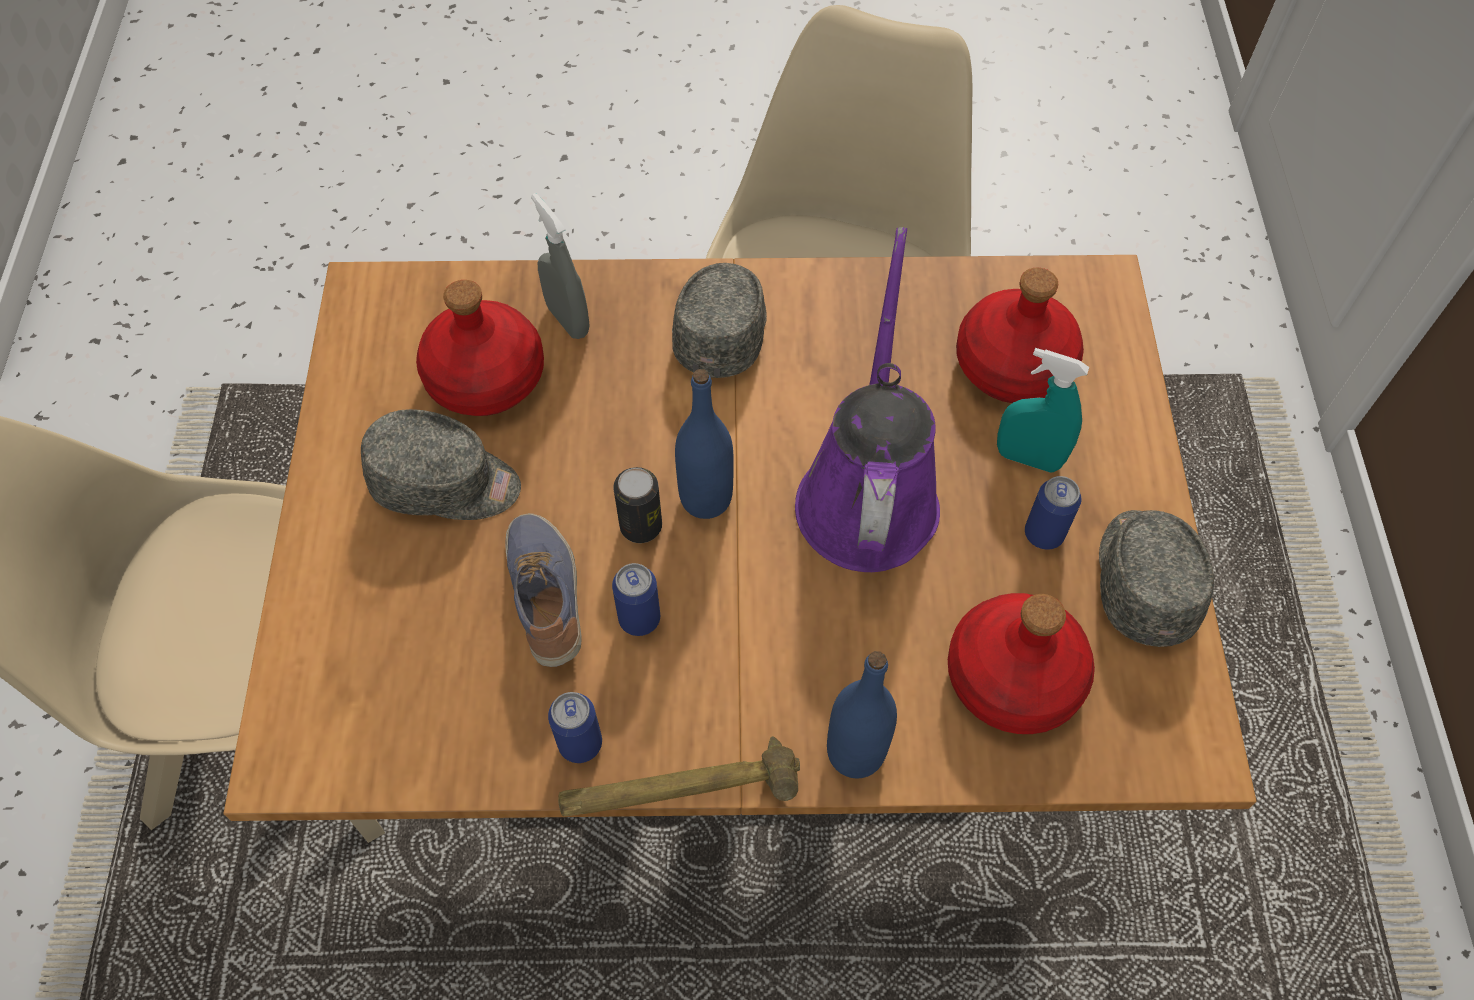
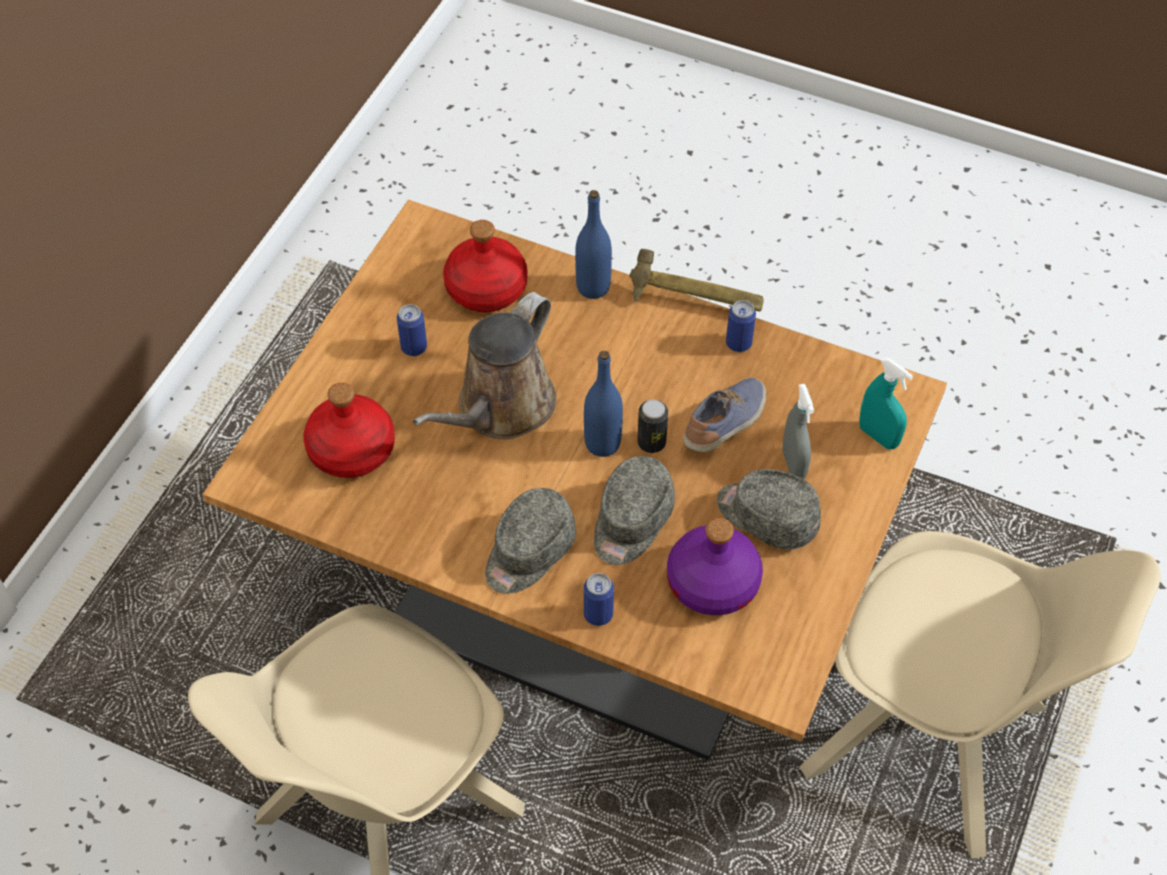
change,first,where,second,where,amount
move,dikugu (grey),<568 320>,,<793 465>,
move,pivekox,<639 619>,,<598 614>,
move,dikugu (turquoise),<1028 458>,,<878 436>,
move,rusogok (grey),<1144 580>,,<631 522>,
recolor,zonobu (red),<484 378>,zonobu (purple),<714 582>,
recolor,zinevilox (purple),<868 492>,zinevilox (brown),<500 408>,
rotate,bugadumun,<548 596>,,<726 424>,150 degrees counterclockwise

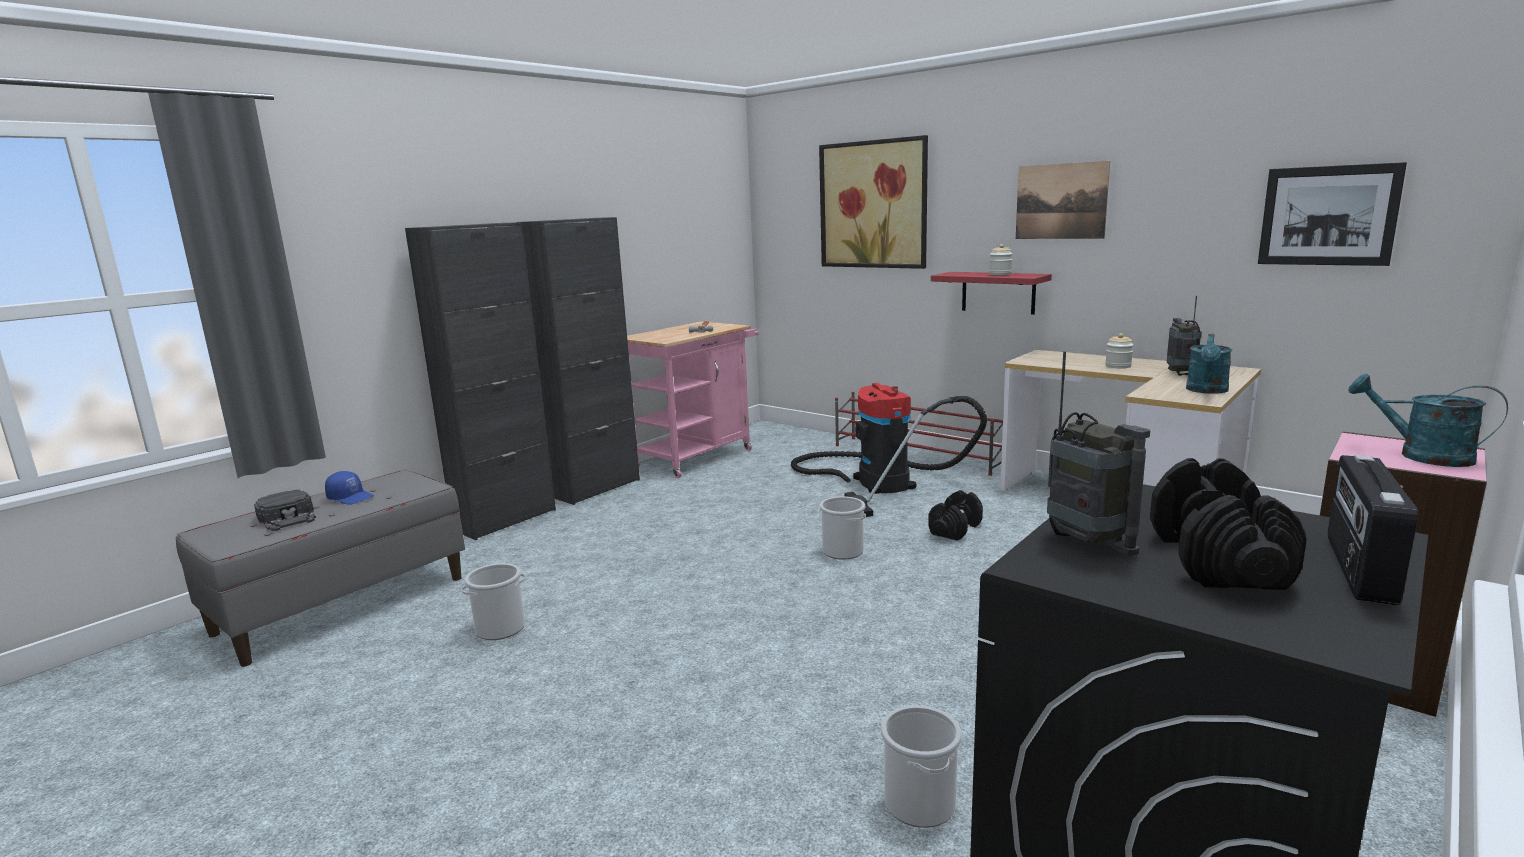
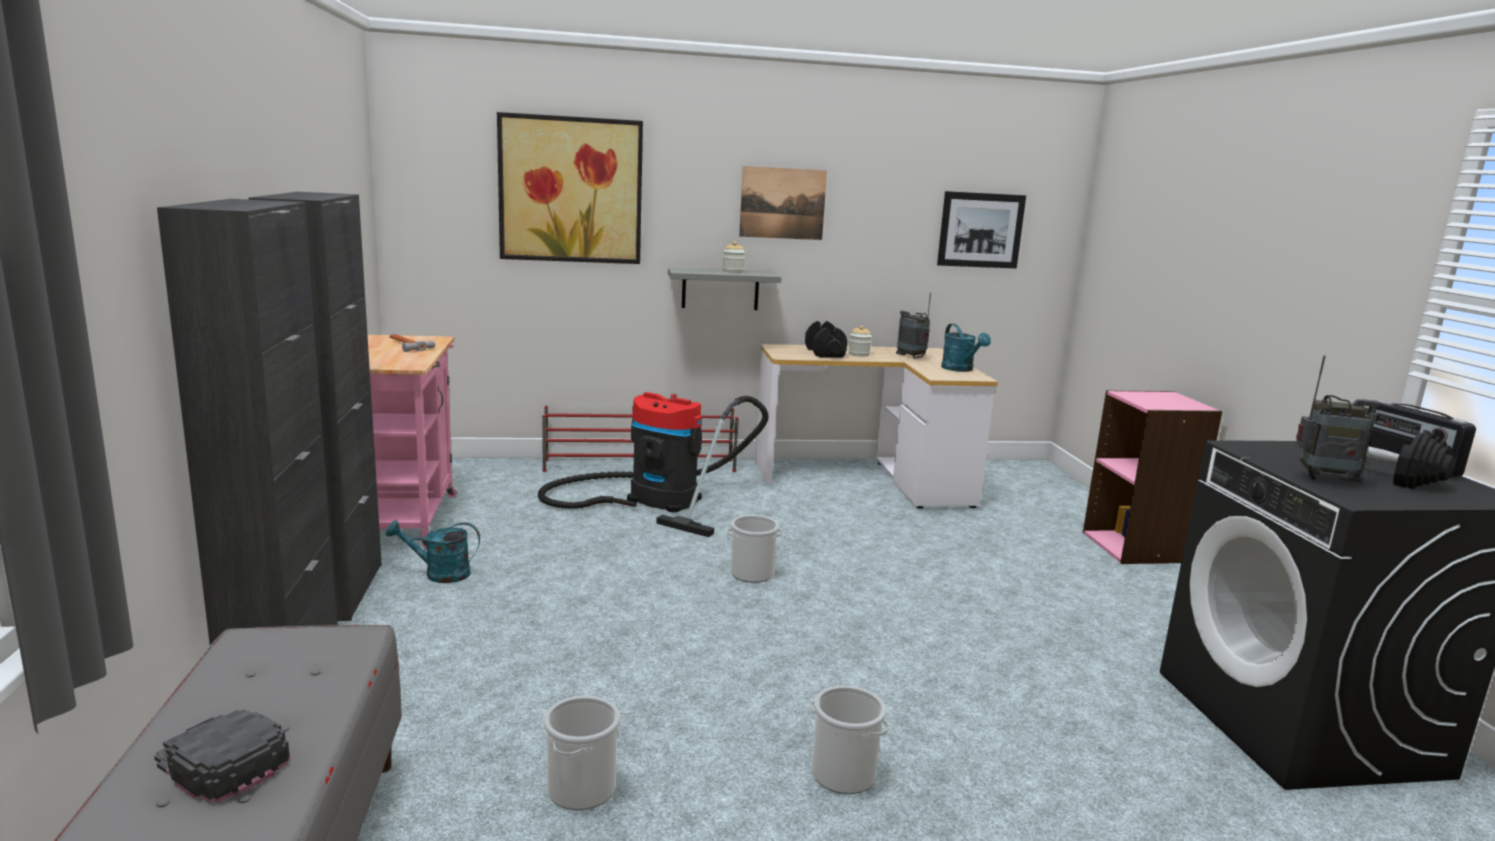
change,first,where,second,where,amount
delete,rusogok (blue),<351 497>,,,
move,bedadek,<919 802>,,<842 774>,
move,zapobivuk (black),<955 529>,,<824 353>,
move,zinevilox (turquoise),<1421 455>,,<439 574>,
recolor,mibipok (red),<998 292>,mibipok (grey),<720 289>,
rotate,rusogok (black),<288 517>,,<220 762>,150 degrees counterclockwise

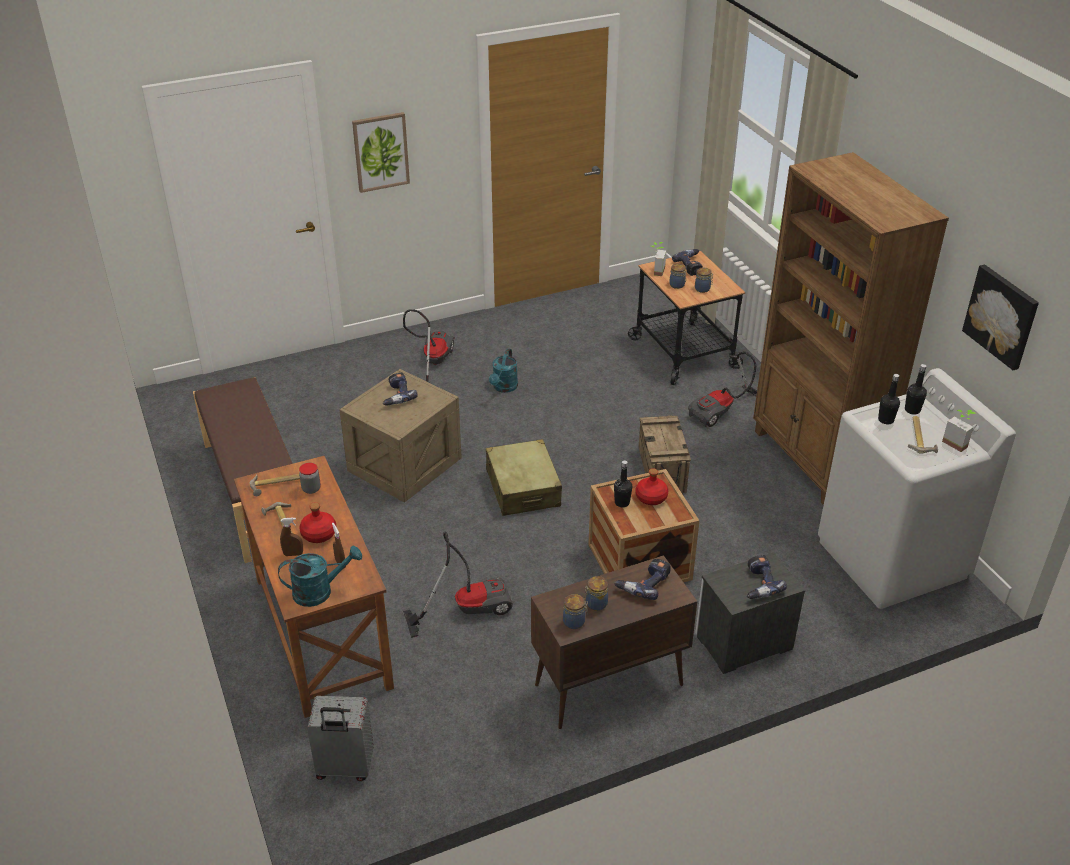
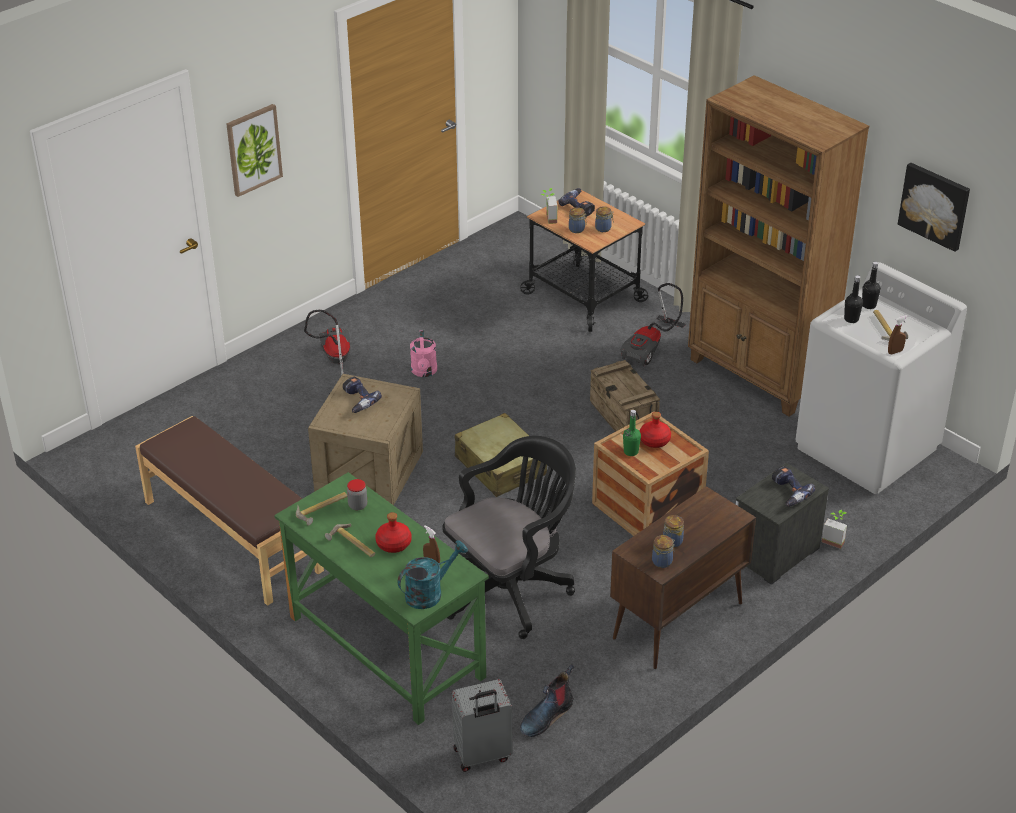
change,first,where,second,where,amount
delete,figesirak,<644 583>,,,
insert,,,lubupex,<546 716>,
move,dikugu (brown),<293 554>,,<895 352>,
move,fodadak,<957 442>,,<834 539>,
replace,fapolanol,<467 607>,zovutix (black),<511 589>,
recolor,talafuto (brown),<321 632>,talafuto (green),<385 647>,
recolor,zinevilox (turquoise),<504 388>,zinevilox (pink),<424 372>,
recolor,zonobu (black),<622 502>,zonobu (green),<631 452>,

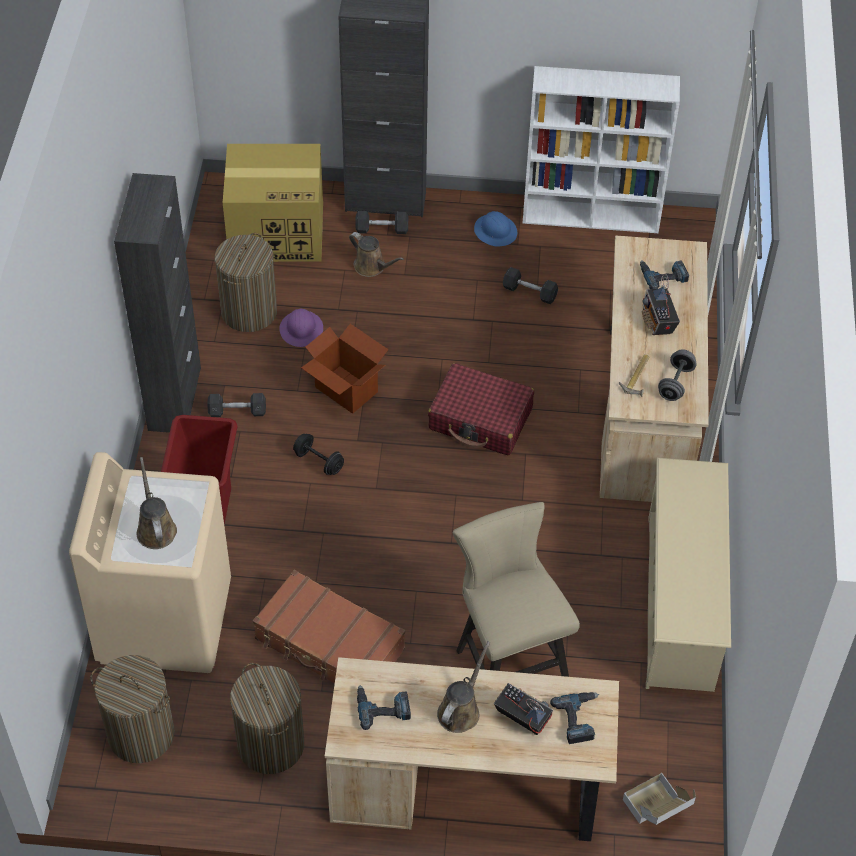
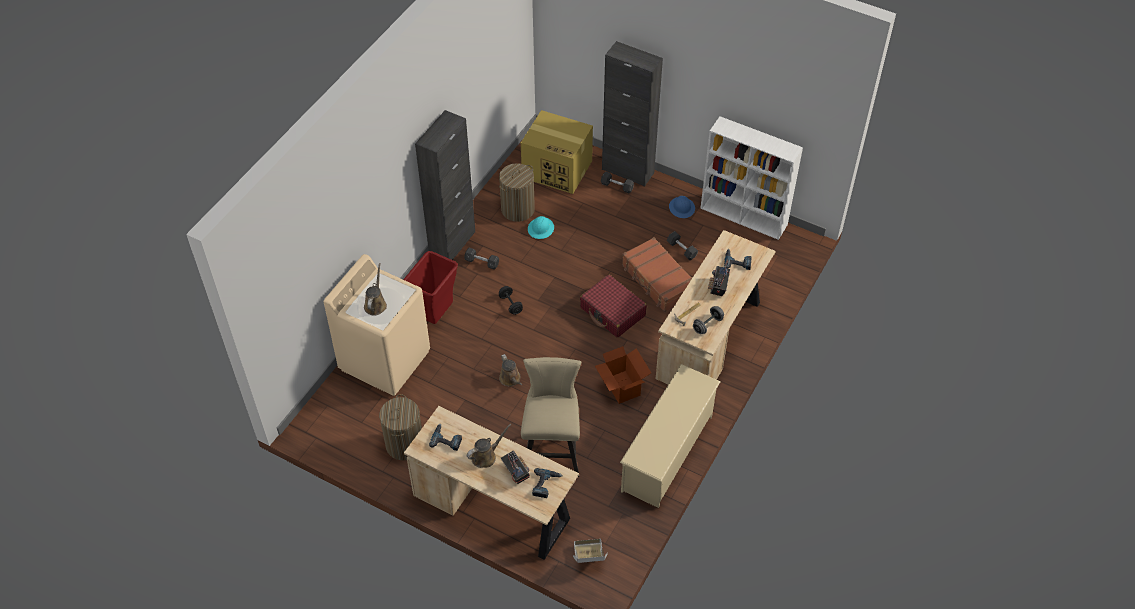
change,first,where,second,where,amount
delete,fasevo,<141 734>,,,
move,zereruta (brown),<329 645>,,<658 281>,
move,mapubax,<346 390>,,<621 387>,
move,zinevilox (brown),<372 267>,,<511 379>,
recolor,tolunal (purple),<301 329>,tolunal (turquoise),<541 228>,

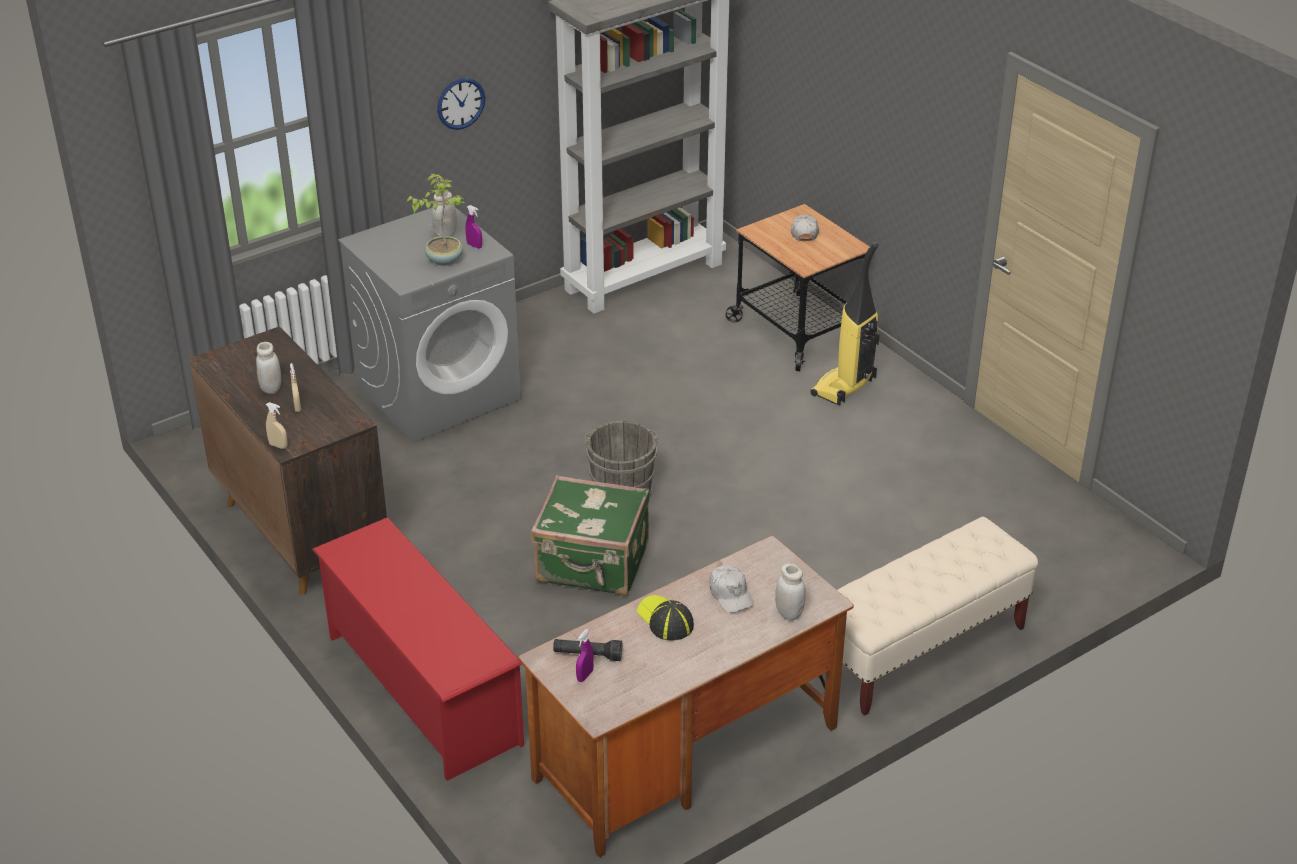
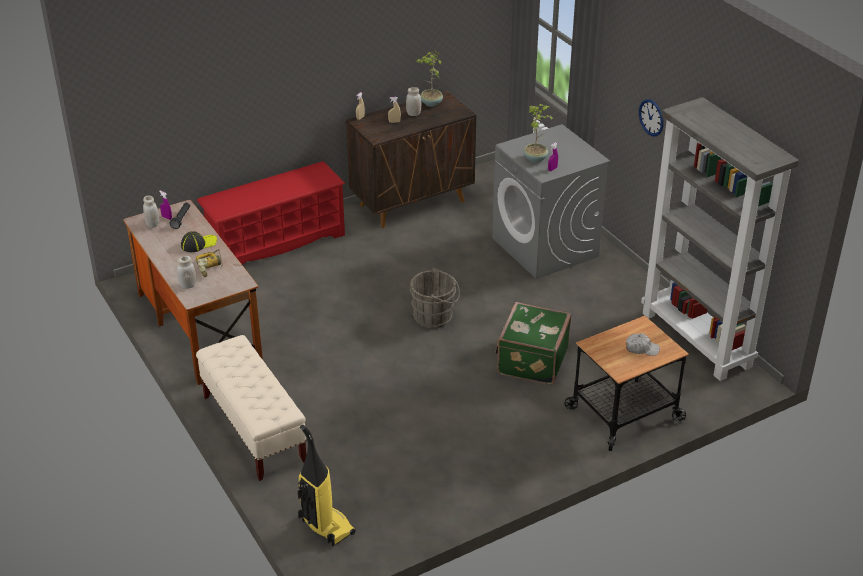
change,first,where,second,where,amount
insert,,,fodadak,<431 103>,
move,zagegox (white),<445 234>,,<152 224>,
move,zereruta (green),<592 564>,,<531 361>,
move,fapolanol,<844 388>,,<325 526>,
replace,rusogok (white),<730 594>,figesirak,<211 266>,

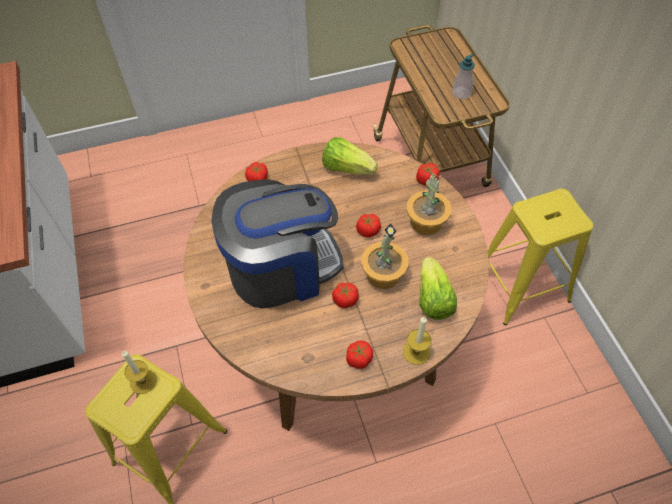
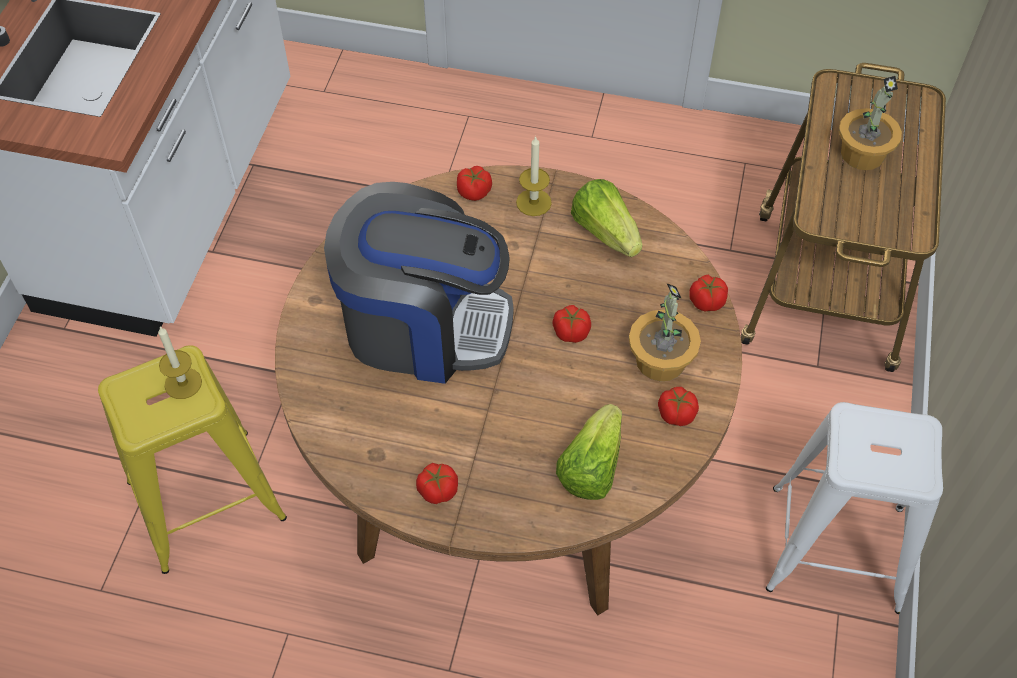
change,first,where,second,where,amount
delete,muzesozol,<461 93>,,,
move,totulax,<345 300>,,<676 414>,
move,fodadak,<382 274>,,<862 153>,
move,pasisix,<416 352>,,<533 202>,
recolor,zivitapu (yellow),<521 286>,zivitapu (white),<835 548>,

